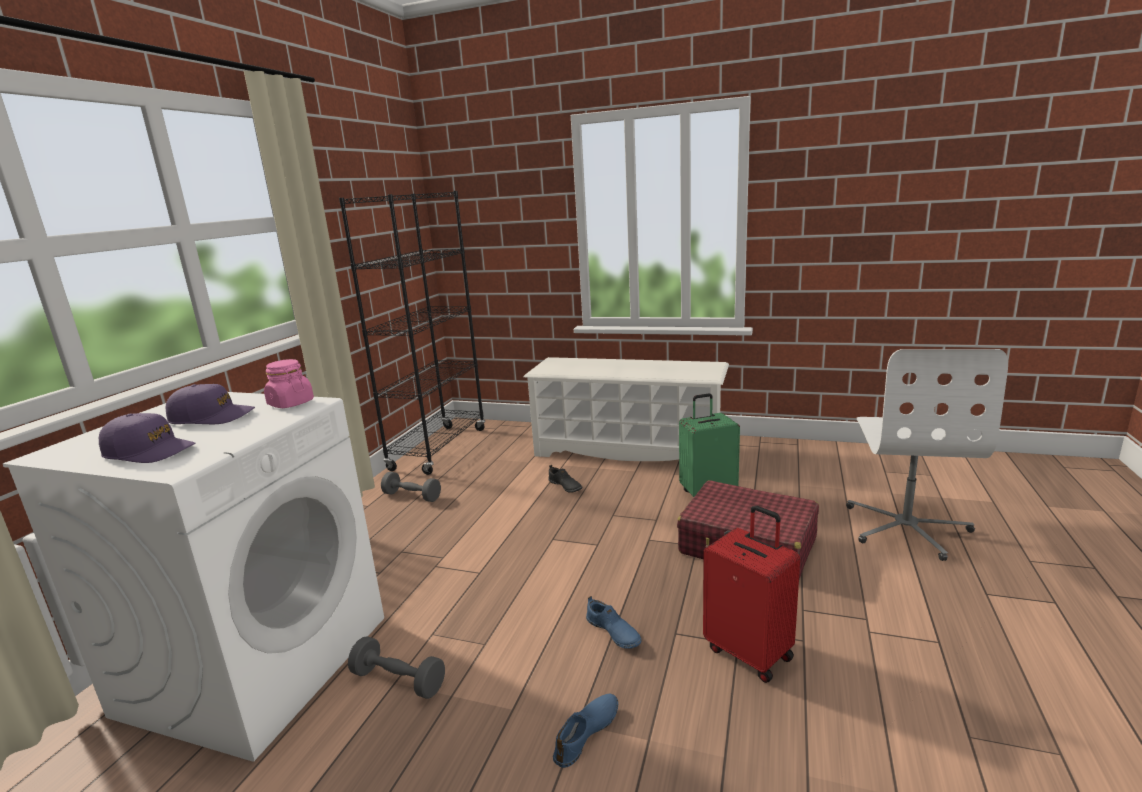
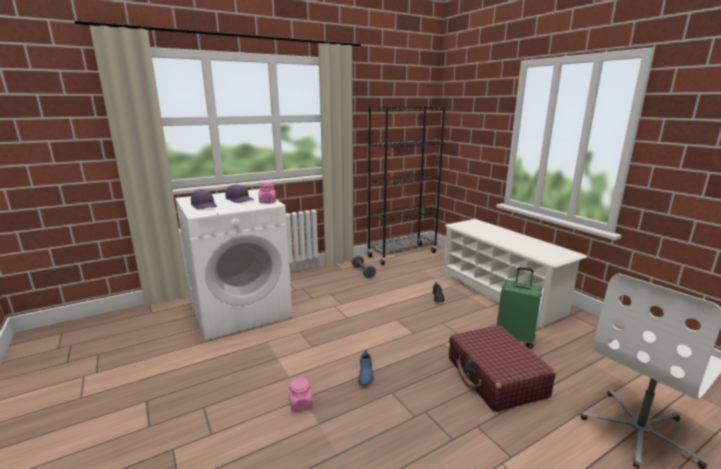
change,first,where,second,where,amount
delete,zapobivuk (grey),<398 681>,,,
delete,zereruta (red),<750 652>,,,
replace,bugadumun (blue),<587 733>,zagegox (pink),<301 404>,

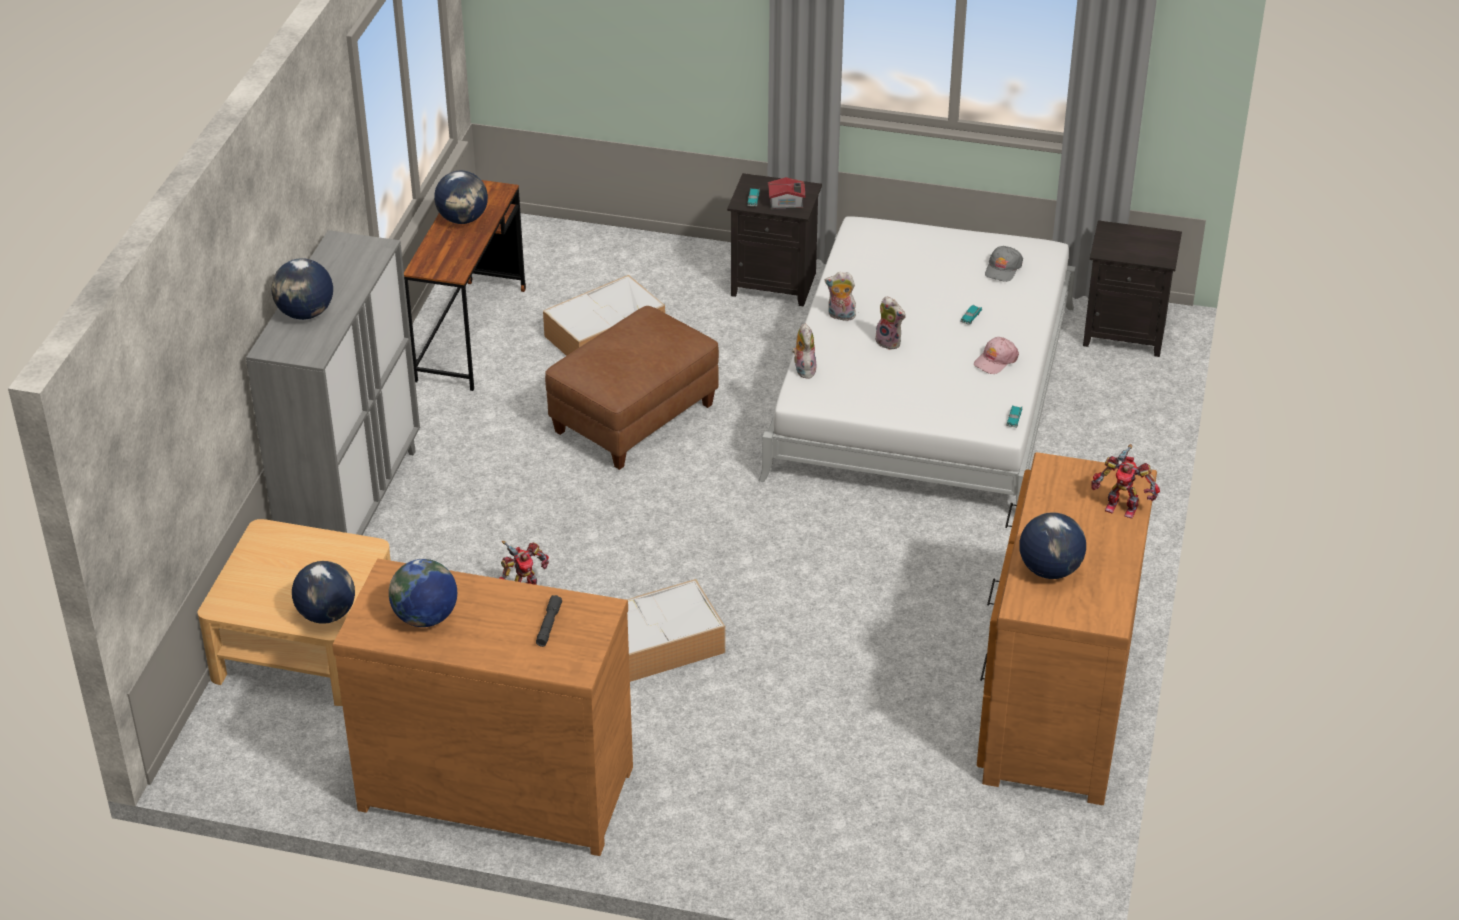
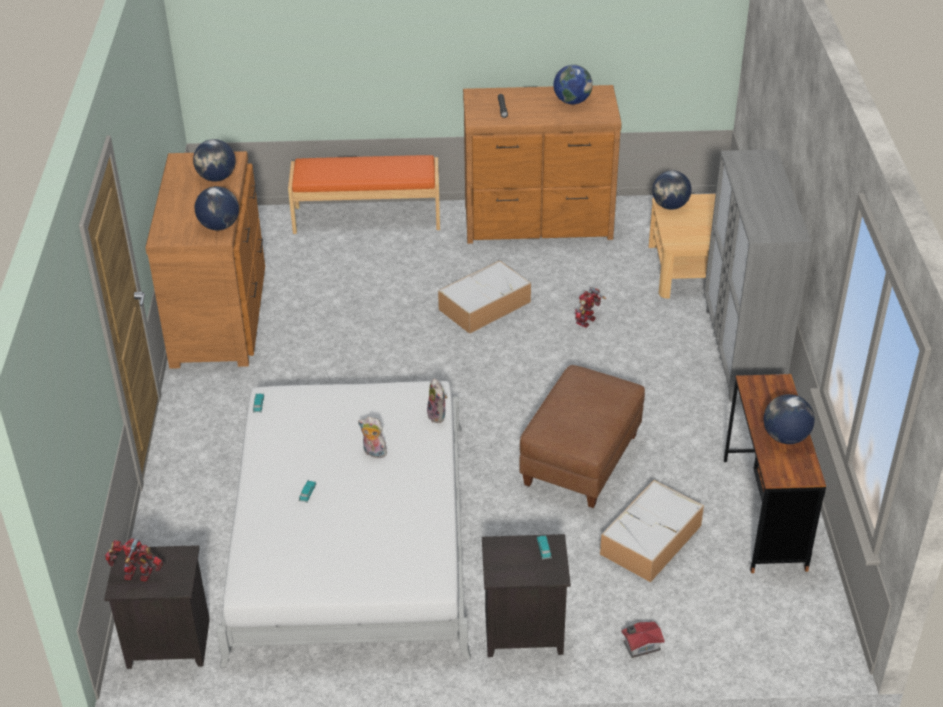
change,first,where,second,where,amount
delete,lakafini,<840 316>,,,
delete,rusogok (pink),<995 360>,,,
delete,rusogok (grey),<1003 269>,,,
insert,,,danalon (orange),<367 217>,
move,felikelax,<305 313>,,<219 226>,
move,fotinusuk,<787 204>,,<640 645>,
move,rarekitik,<1122 506>,,<138 576>,

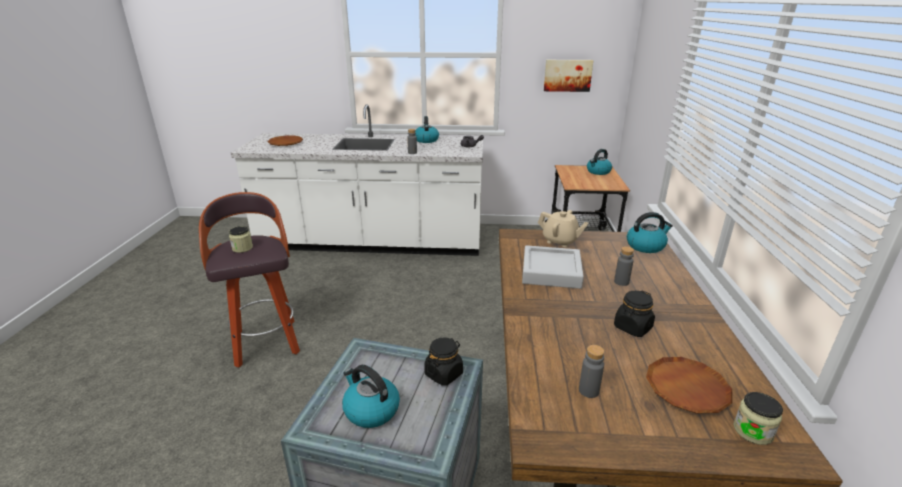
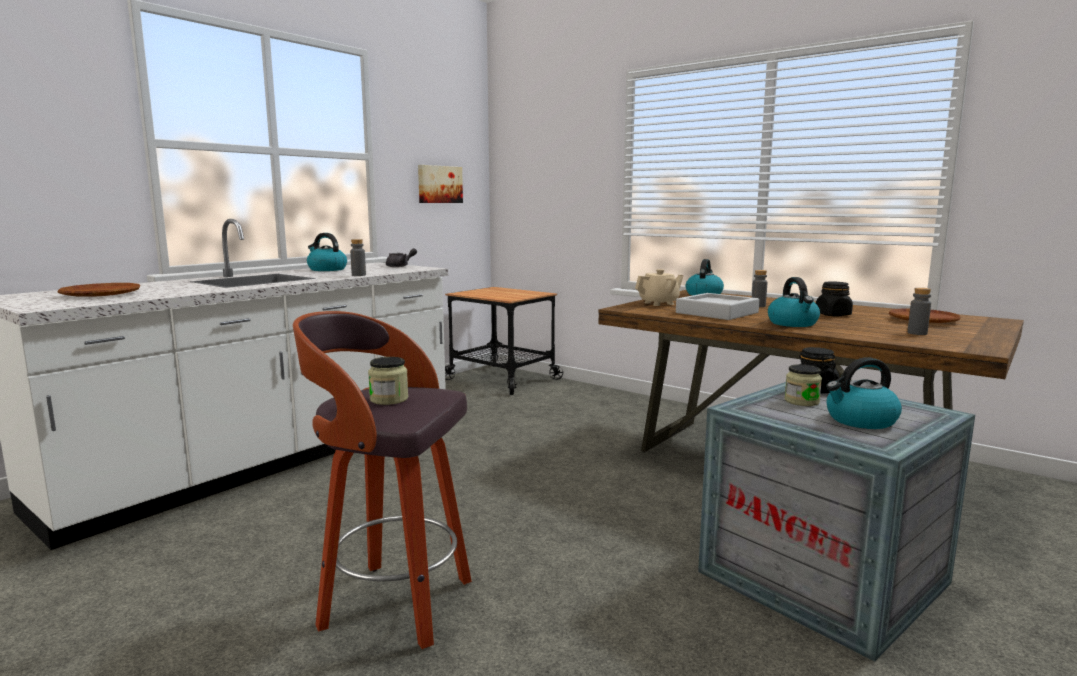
change,first,where,second,where,amount
move,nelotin,<598 172>,,<793 323>,
move,zagegox,<752 431>,,<801 401>,

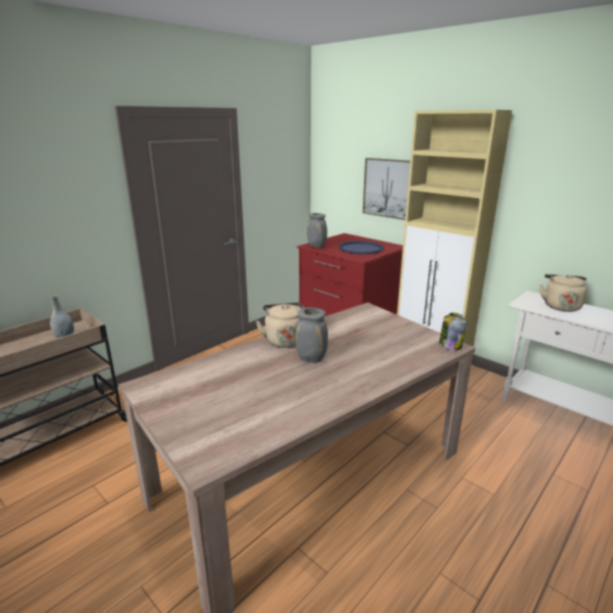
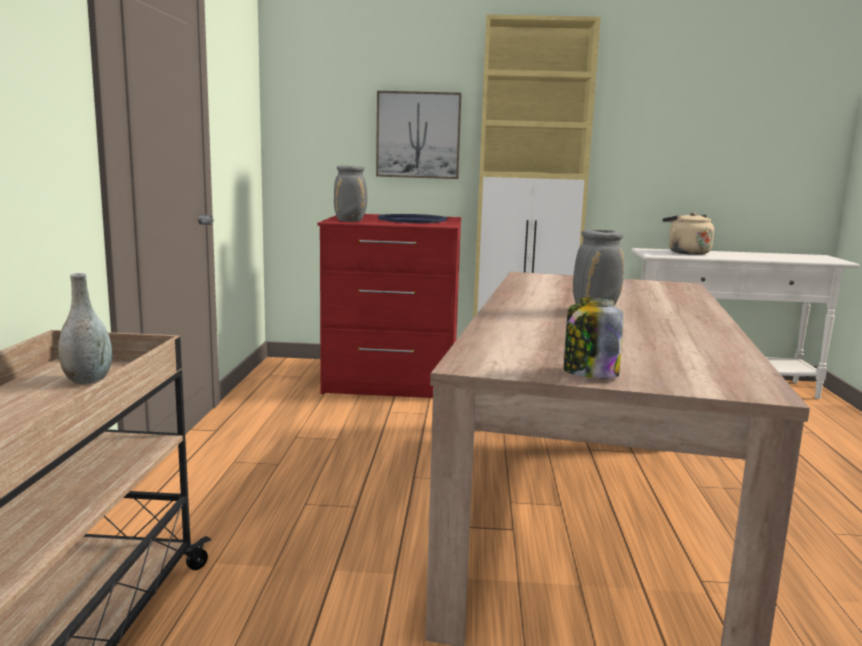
change,first,where,second,where,amount
delete,nelotin (beige),<284 340>,,,
move,zagegox,<450 345>,,<589 374>,

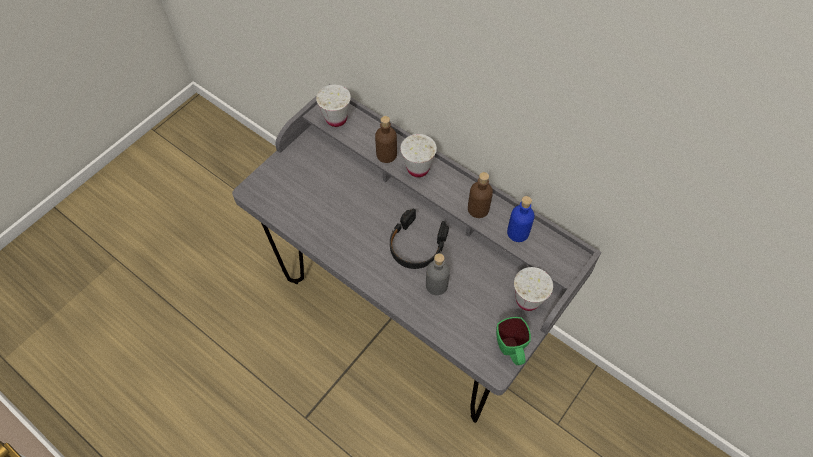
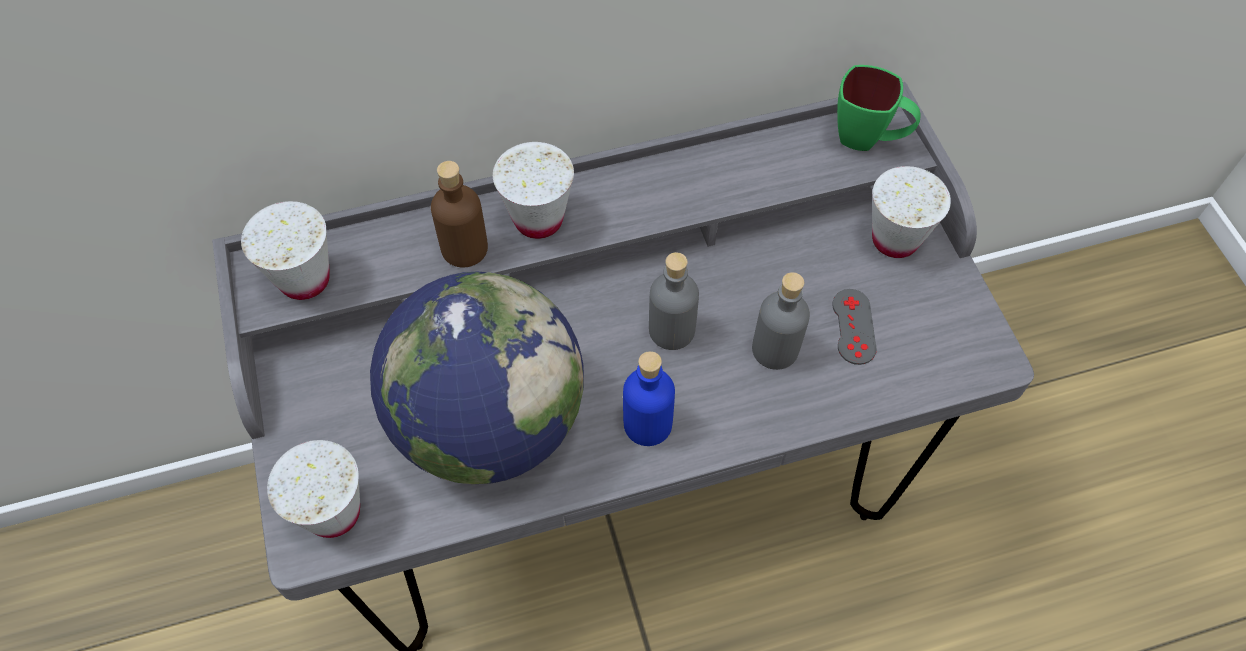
change,first,where,second,where,amount
delete,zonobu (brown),<478 209>,,,
insert,,,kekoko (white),<333 512>,
insert,,,felikelax,<489 423>,
insert,,,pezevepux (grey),<853 326>,
move,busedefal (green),<510 351>,,<869 140>,
move,zonobu (blue),<518 232>,,<647 424>,
replace,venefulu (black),<416 245>,zonobu (grey),<671 330>,

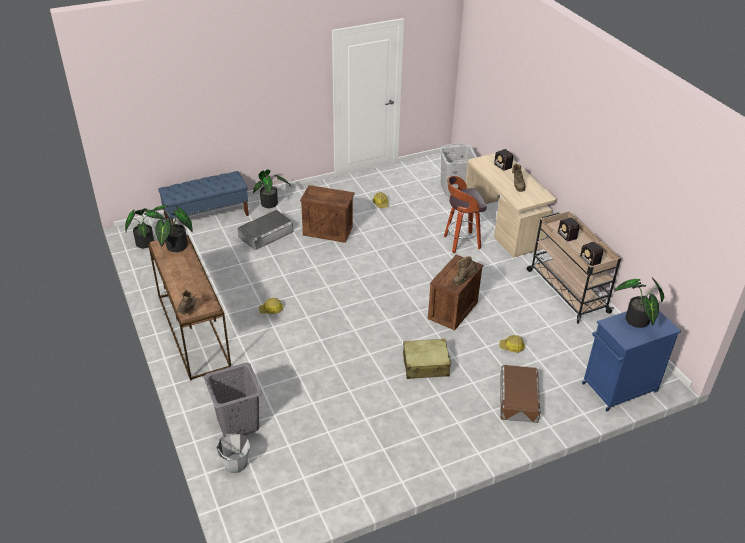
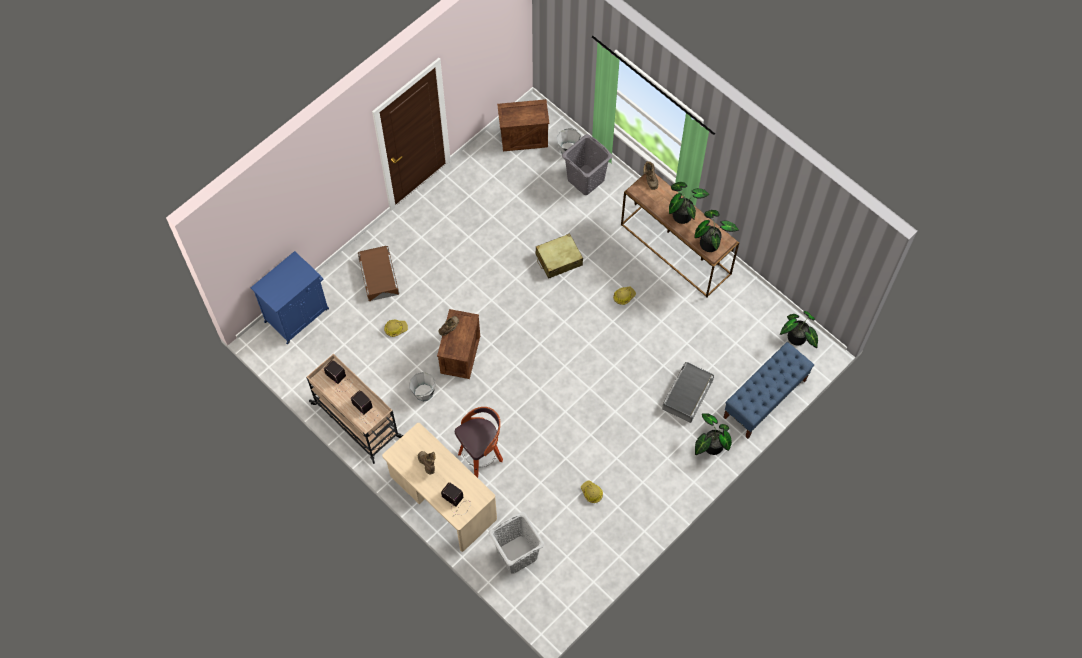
change,first,where,second,where,amount
insert,,,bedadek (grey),<424 393>,
move,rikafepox,<327 231>,,<524 137>,
move,zereruta (beige),<426 365>,,<558 260>,
move,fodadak,<636 322>,,<682 213>,

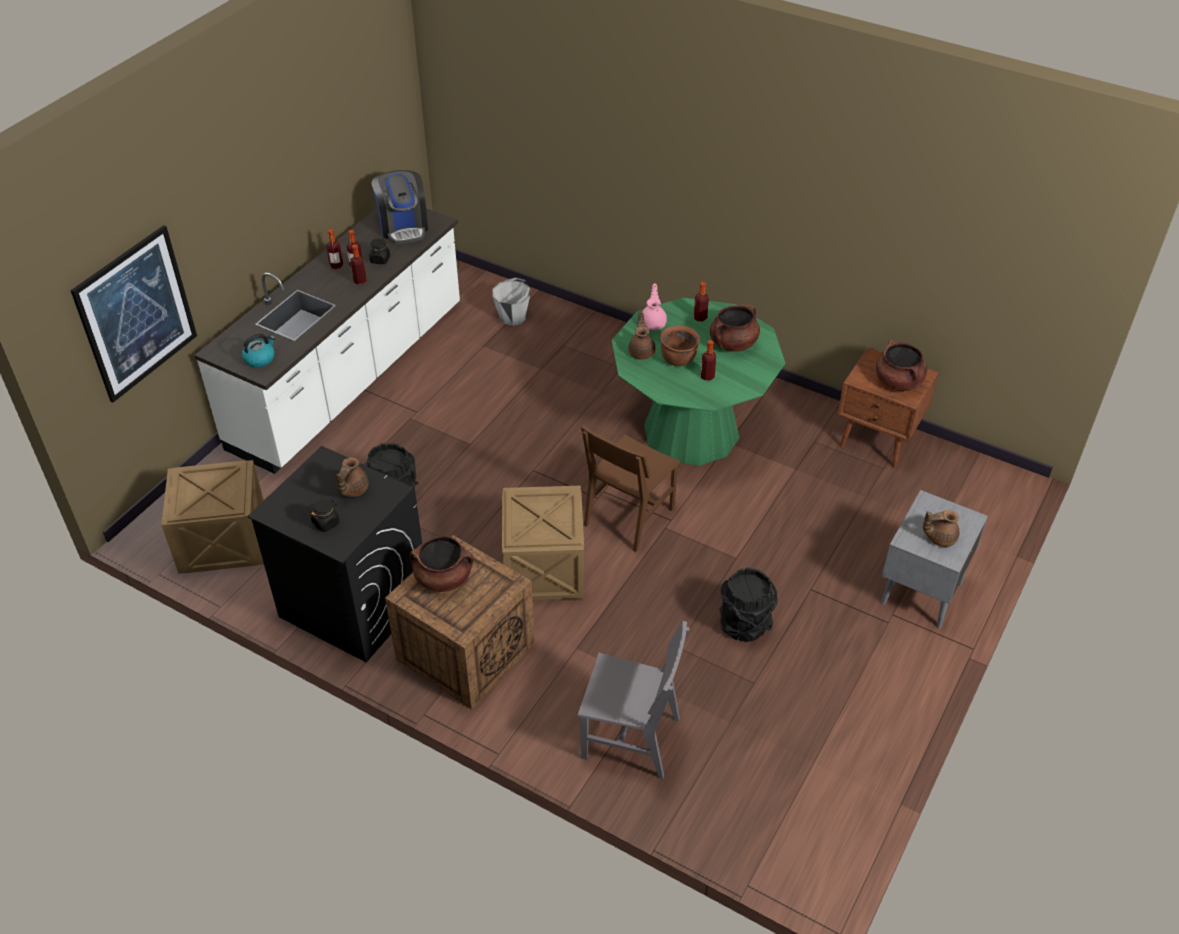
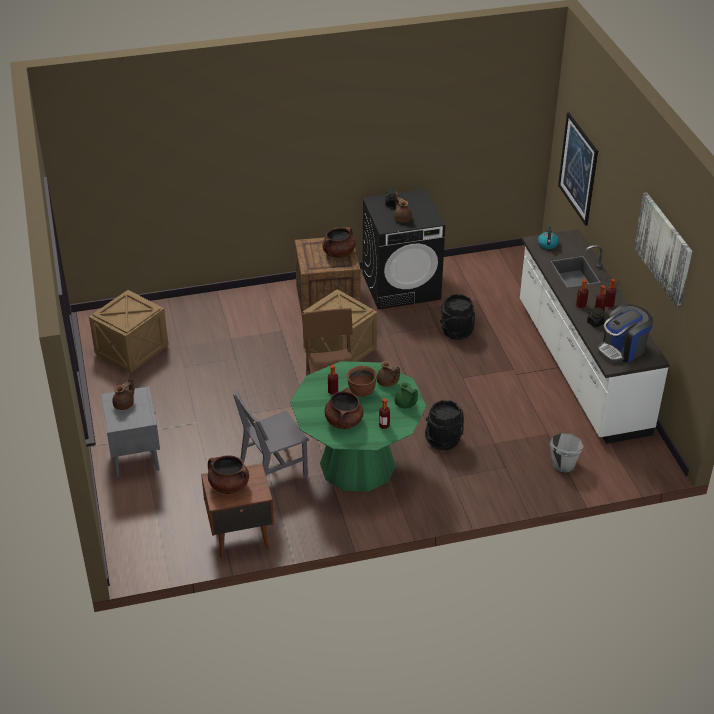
change,first,where,second,where,amount
insert,,,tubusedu,<663 249>,
move,rikafepox,<222 542>,,<132 349>,
move,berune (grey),<631 738>,,<273 470>,
move,bedadek (black),<744 625>,,<443 440>,
recolor,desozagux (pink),<653 323>,desozagux (green),<405 404>,
rotate,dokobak,<403 227>,,<622 349>,60 degrees counterclockwise

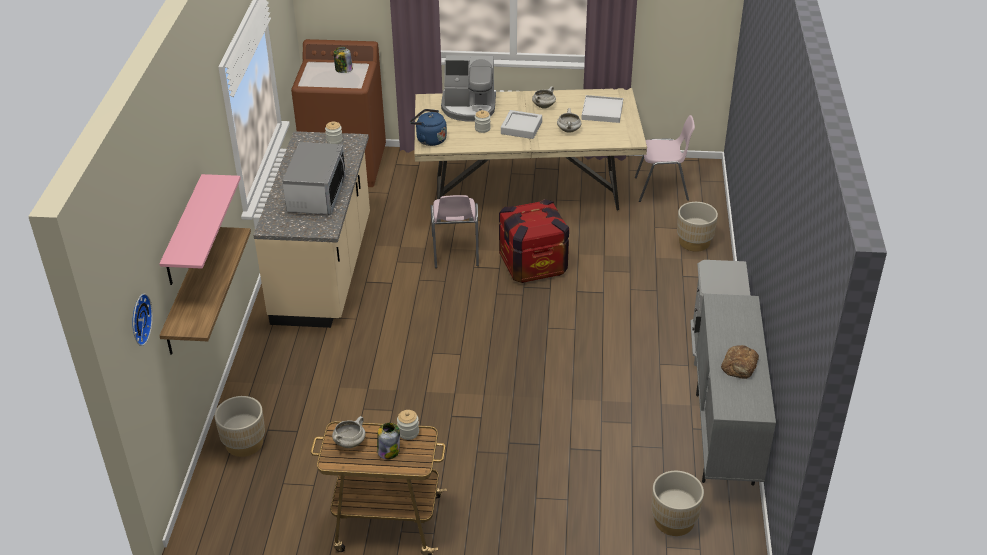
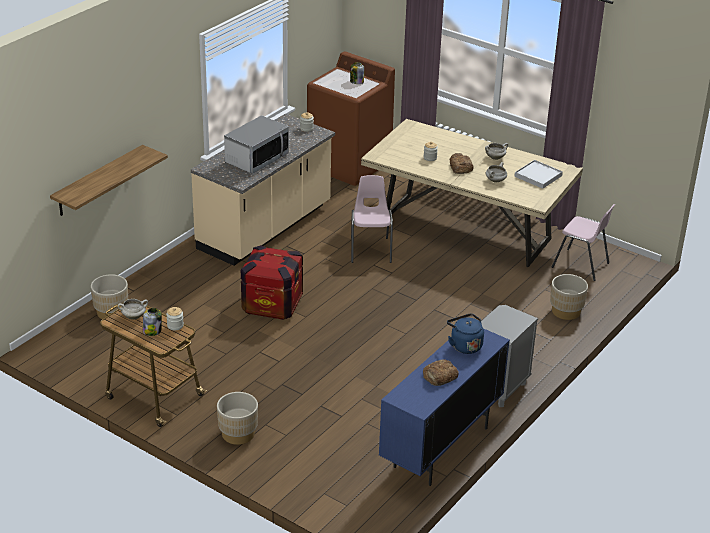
change,first,where,second,where,amount
delete,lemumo,<138 319>,,,
delete,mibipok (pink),<184 231>,,,
delete,dokobak,<469 108>,,,
move,nelotin (blue),<429 139>,,<464 345>,
move,rikafepox,<533 265>,,<272 304>,
move,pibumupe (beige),<674 521>,,<238 434>,
replace,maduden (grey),<521 128>,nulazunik,<460 167>,
recolor,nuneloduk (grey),<724 439>,nuneloduk (blue),<441 448>,
rotate,berune (pink),<455 251>,,<370 250>,150 degrees clockwise

